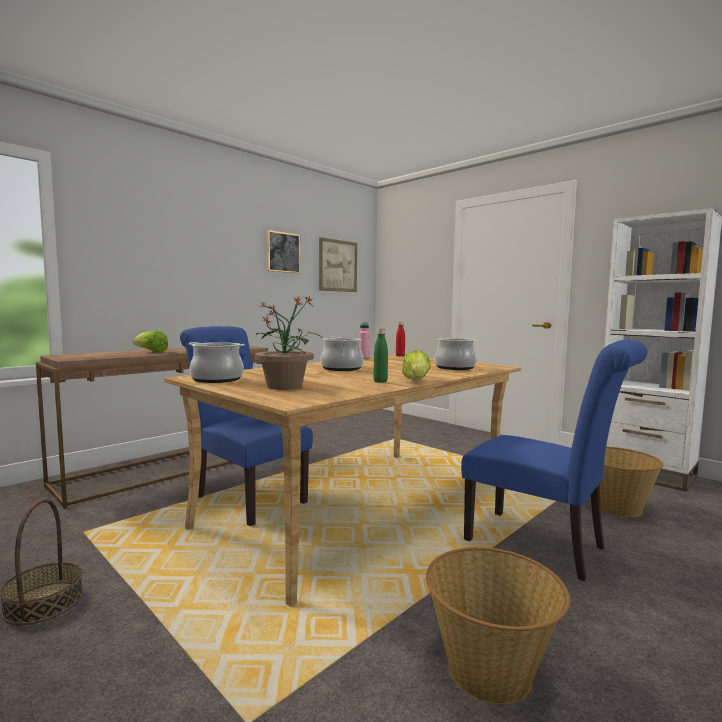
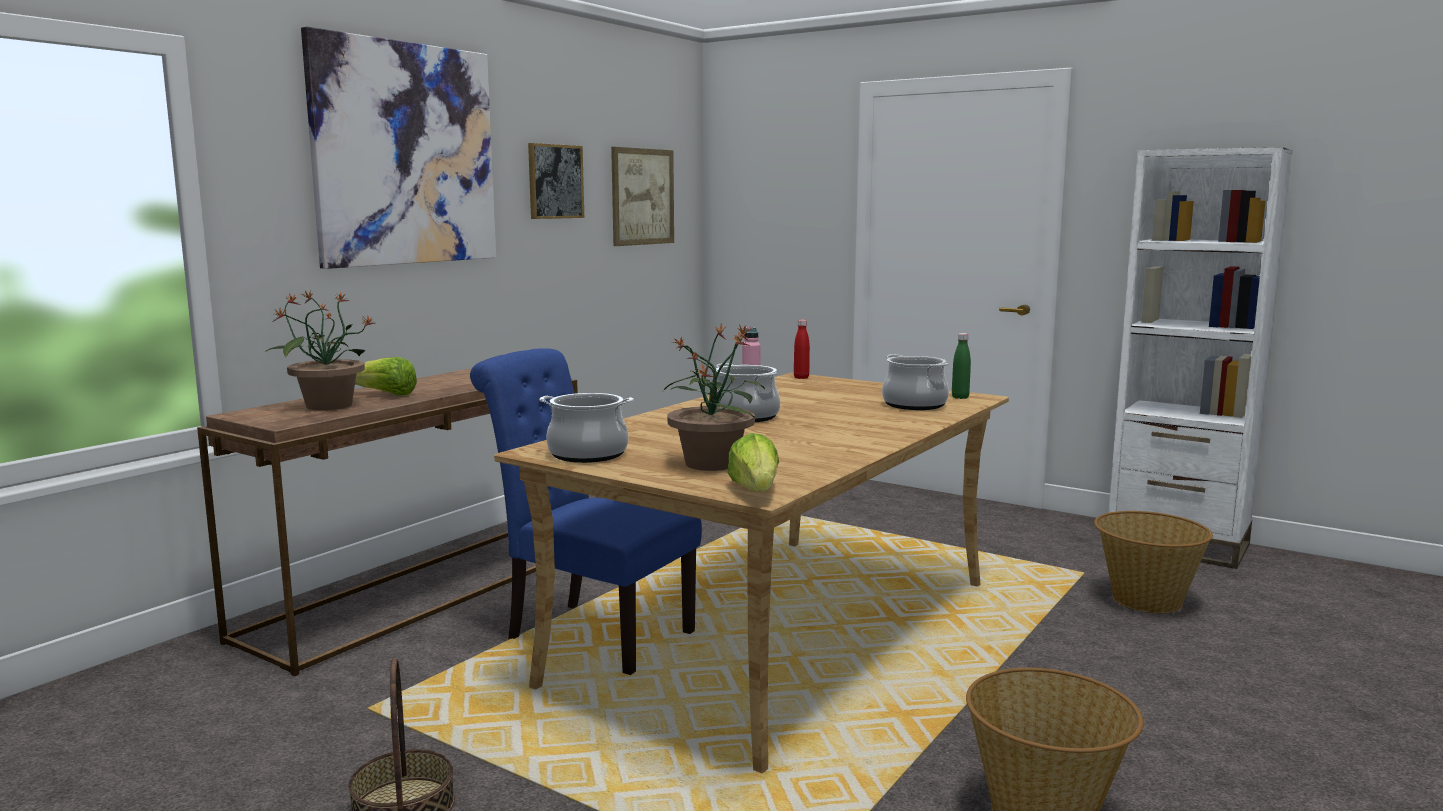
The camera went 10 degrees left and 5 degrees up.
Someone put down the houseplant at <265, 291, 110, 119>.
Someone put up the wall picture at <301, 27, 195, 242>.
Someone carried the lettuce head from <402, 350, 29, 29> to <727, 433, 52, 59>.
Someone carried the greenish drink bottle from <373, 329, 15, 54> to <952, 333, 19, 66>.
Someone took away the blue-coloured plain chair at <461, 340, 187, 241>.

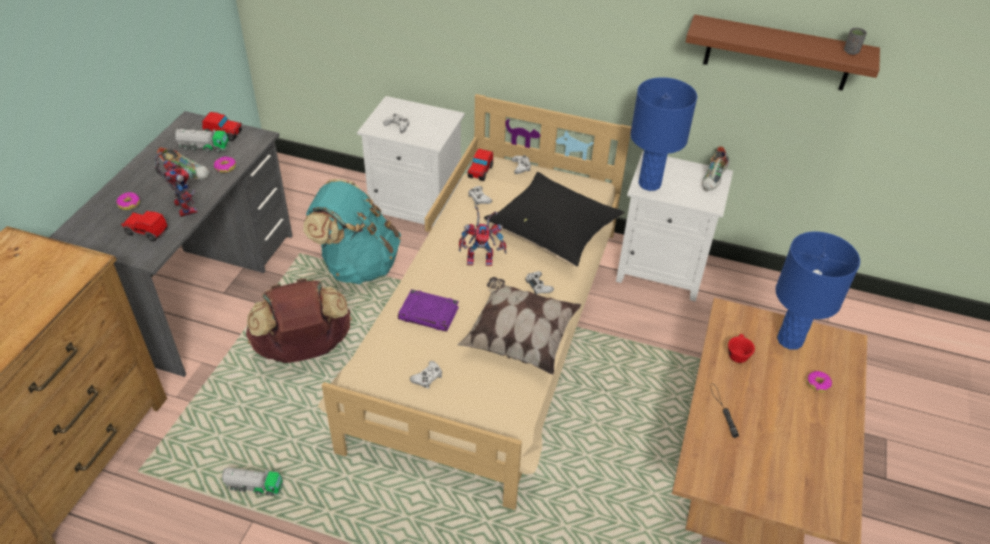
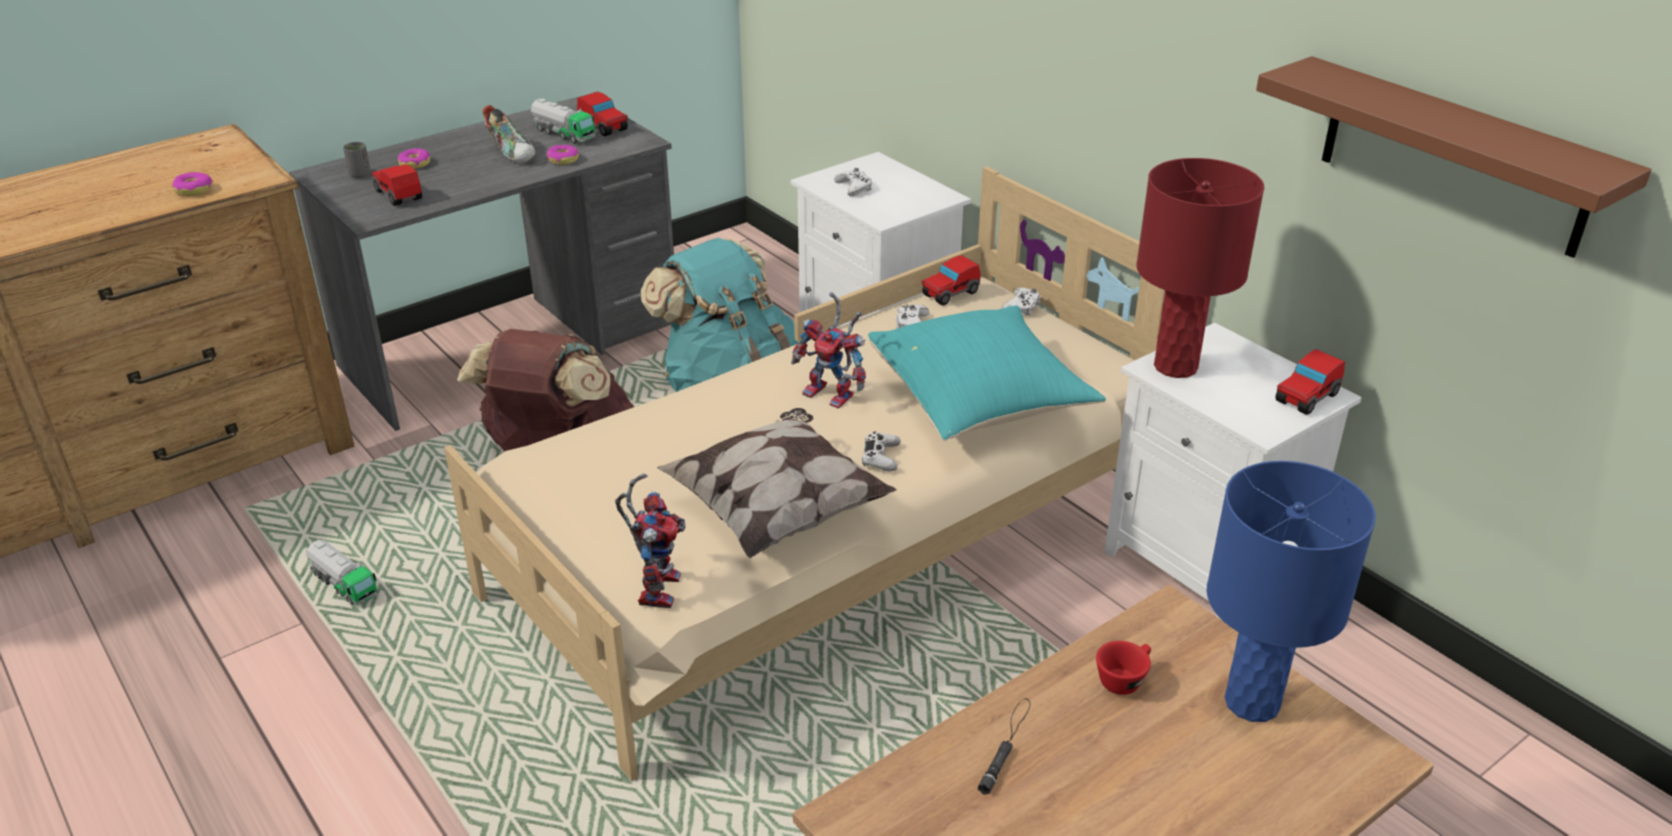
The camera went 35 degrees right and 10 degrees down.
Someone carried the doughnut from <807, 371, 25, 21> to <172, 172, 41, 24>.
Someone carried the grey cup from <844, 28, 23, 27> to <343, 142, 28, 36>.
Someone carried the toy robot from <155, 152, 43, 65> to <615, 474, 71, 134>.
Someone repainted the black cushion at <484, 172, 141, 95>, which became the blue-green cushion at <868, 305, 238, 136>.
Someone repainted the blue-coloured tabletop lamp at <630, 77, 67, 114>, which became the reddish tabletop lamp at <1136, 158, 128, 220>.
Someone swapped the item of footwear at <702, 146, 28, 45> for the miniature car at <1275, 349, 70, 66>.
Someone took away the purplish volume at <398, 289, 61, 43>.
Someone took away the white-coloured game controller at <410, 361, 32, 27>.

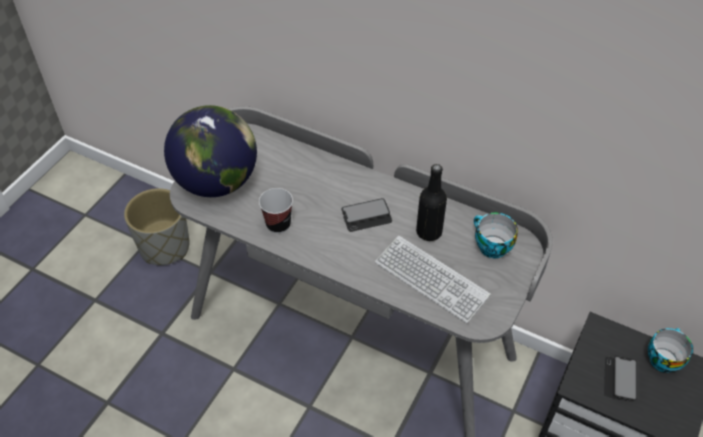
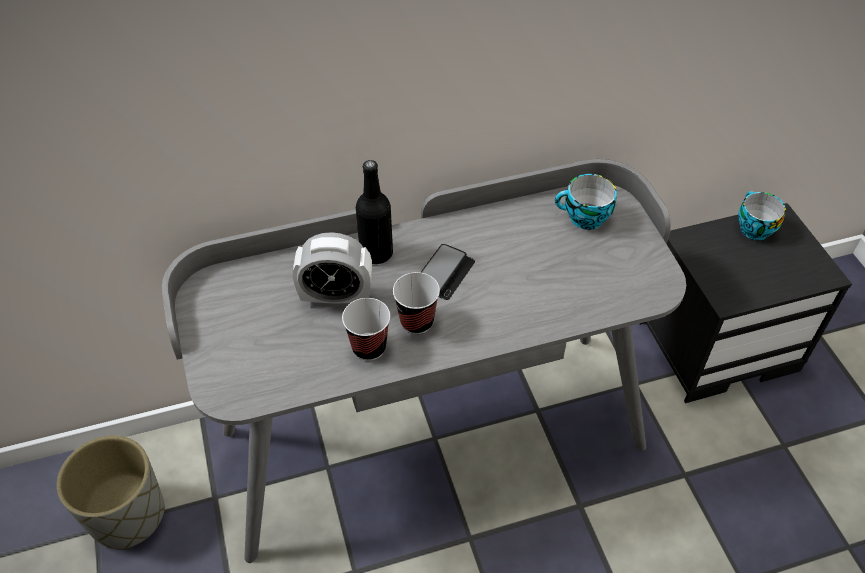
The camera went 45 degrees left and 0 degrees up.
Someone put down the bedside clock at <293, 232, 79, 75>.
Someone carried the black drink bottle from <416, 164, 31, 77> to <356, 160, 37, 104>.
Someone put down the cup at <393, 272, 47, 62>.
Someone took away the desk globe at <164, 105, 93, 92>.
Someone took away the PC keyboard at <375, 236, 116, 87>.
Someone took away the handset at <604, 356, 33, 45>.

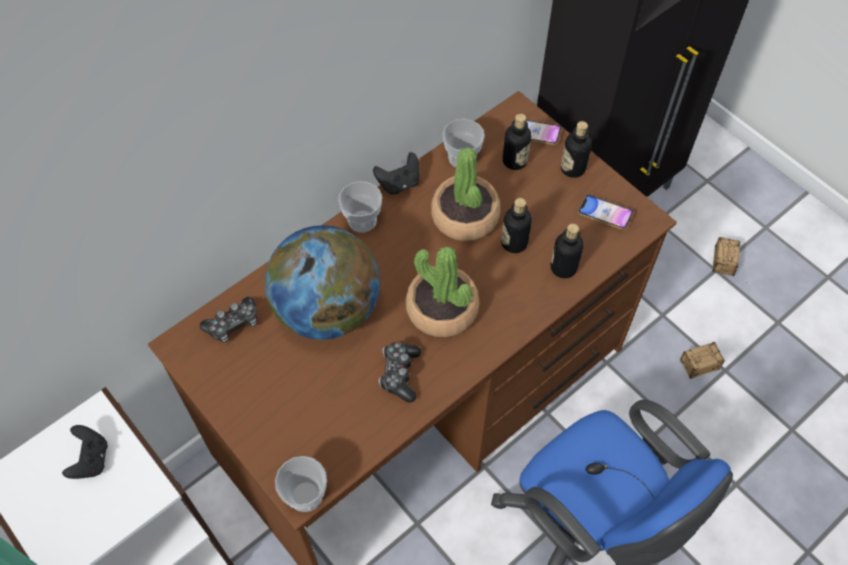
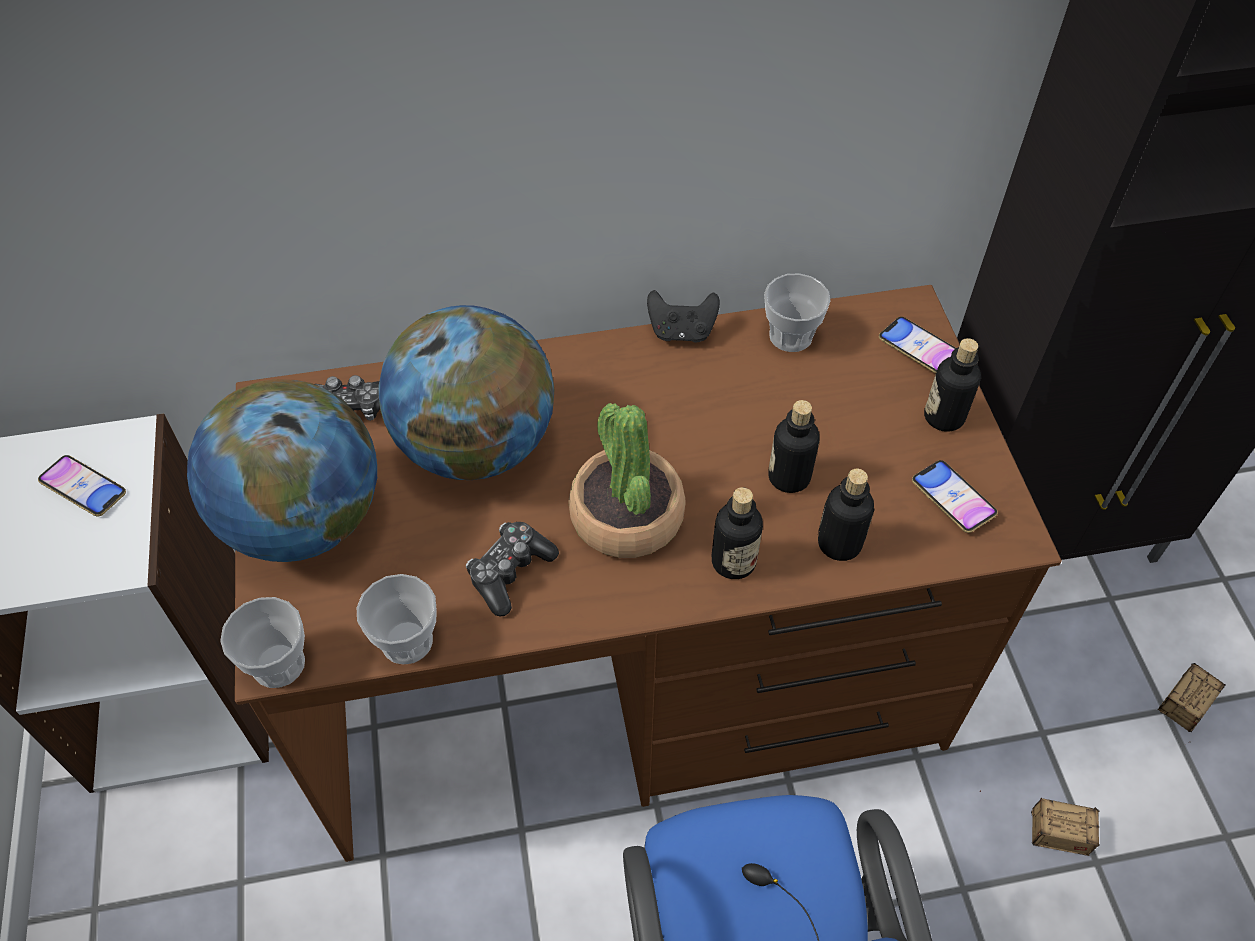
The camera went 30 degrees right and 5 degrees down.
Someone swapped the black game controller at <62, 425, 46, 54> for the handset at <38, 455, 88, 61>.
Someone put down the desk globe at <187, 379, 190, 183>.
Someone carried the cup from <338, 181, 44, 52> to <357, 574, 80, 90>.
Someone carried the drink bottle from <503, 114, 28, 56> to <712, 487, 51, 92>.
Someone took away the houseplant at <431, 147, 69, 94>.

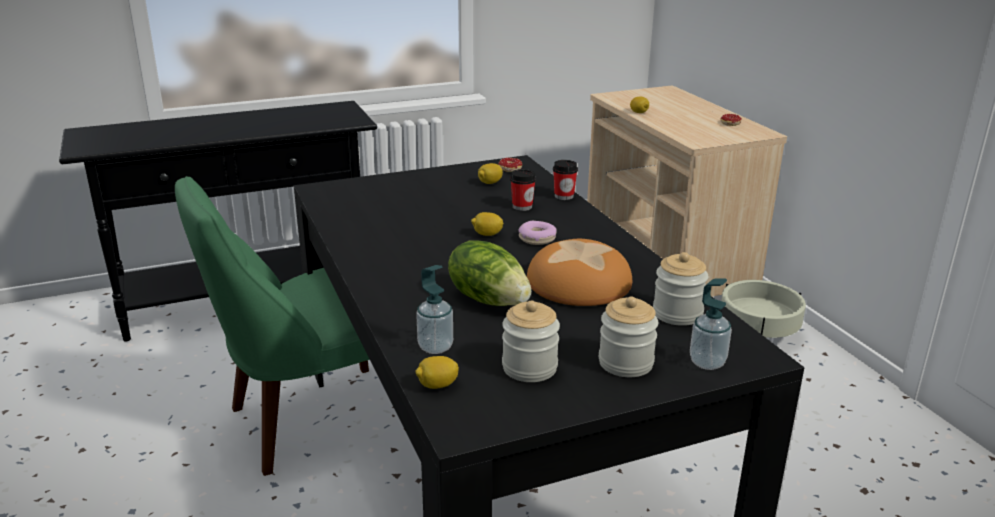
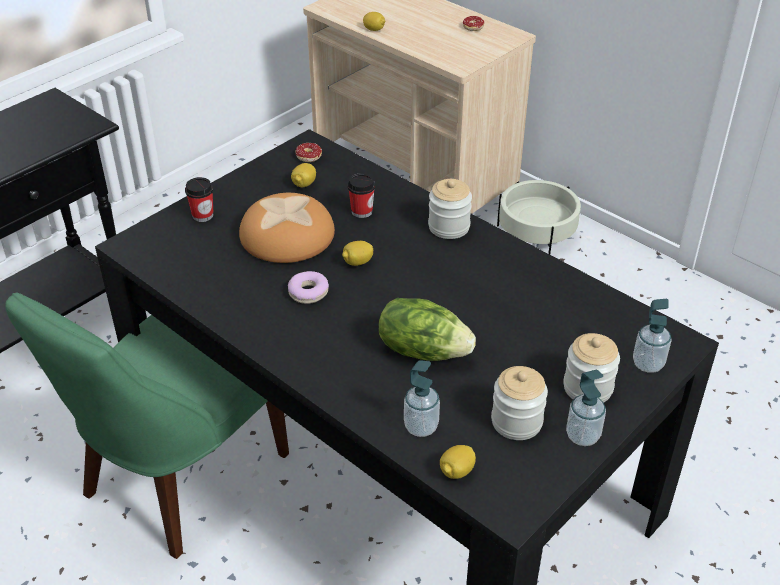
The camera went 25 degrees left and 15 degrees up.
Someone carried the cup from <553, 160, 25, 40> to <185, 177, 28, 45>.
Someone carried the baked bread from <527, 239, 105, 67> to <239, 193, 96, 70>.
Someone carried the doughnut from <519, 221, 38, 24> to <288, 271, 41, 33>.
Someone carried the preserve jar from <653, 252, 56, 74> to <428, 179, 44, 60>.
Someone put down the liquid soap bottle at <566, 369, 40, 77>.

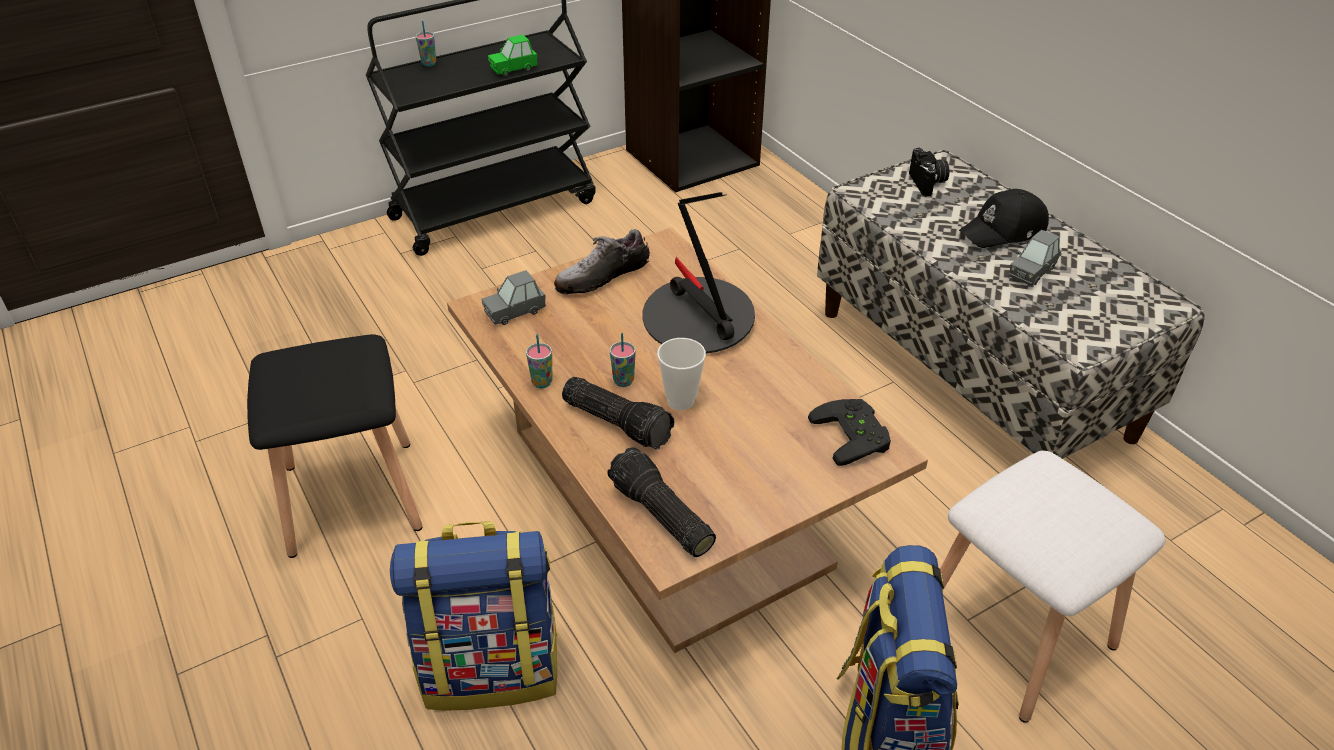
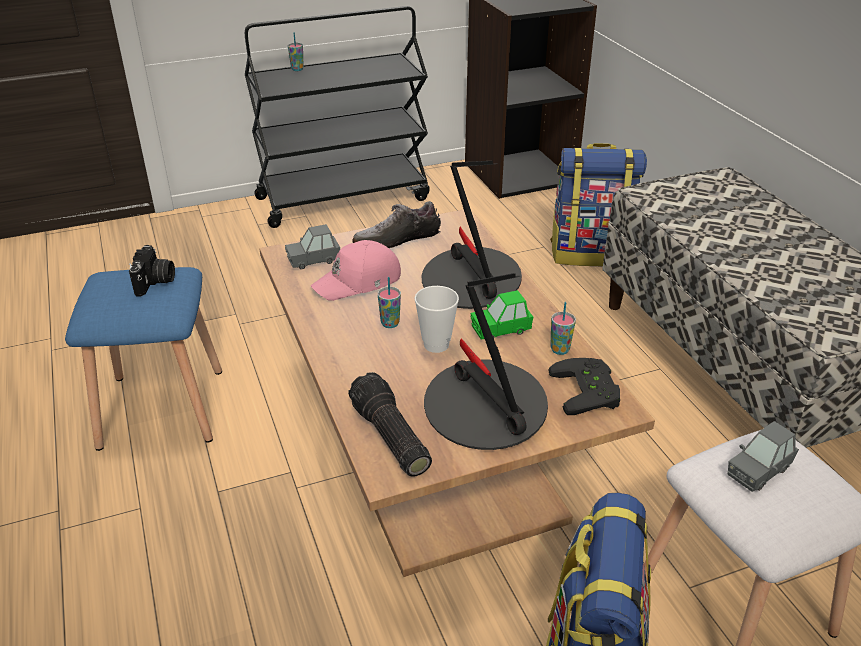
The camera went 10 degrees right and 5 degrees down.
Someone repainted the black stool at <247, 334, 176, 224>, which became the blue-coloured stool at <65, 267, 157, 184>.
Someone carried the still camera from <909, 148, 41, 48> to <129, 245, 46, 52>.
Someone put down the pink cap at <311, 240, 90, 61>.
Someone put down the tabletop lamp at <424, 273, 124, 177>.
Someone carried the greenish miniature car from <488, 35, 50, 41> to <471, 290, 62, 49>.
Someone carried the backpack from <390, 521, 168, 190> to <550, 143, 97, 123>.
Someone carried the cup from <526, 334, 27, 54> to <550, 302, 26, 53>.
Someone carried the grey miniature car from <1009, 230, 53, 56> to <727, 421, 72, 71>.
Someone took away the torch at <562, 377, 112, 72>.
Someone took away the black cap at <959, 189, 90, 59>.

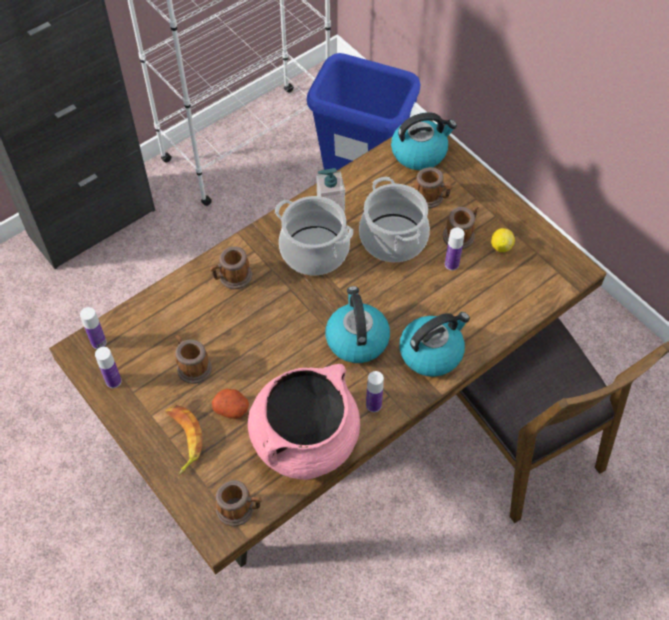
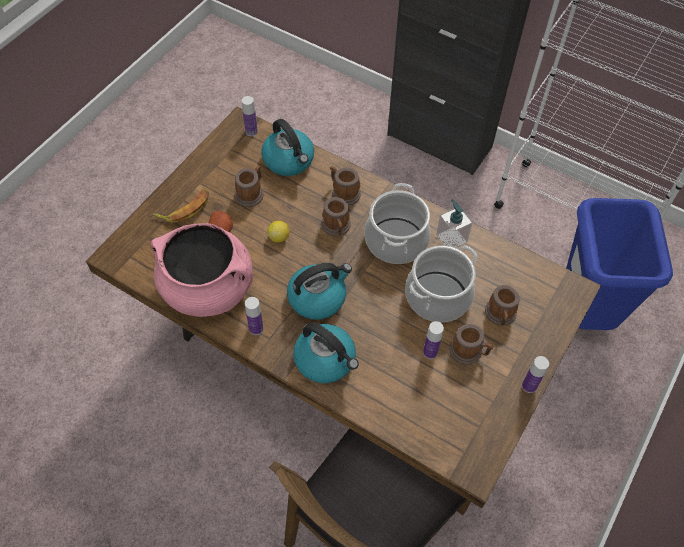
The camera went 70 degrees right and 0 degrees up.
Someone carried the tea kettle from <391, 112, 66, 58> to <261, 119, 53, 57>.
Someone carried the citrus fruit from <491, 228, 24, 24> to <267, 221, 23, 22>.
Someone carried the tea mug from <216, 480, 46, 46> to <321, 197, 30, 39>.
Someone carried the drink bottle from <95, 347, 26, 41> to <522, 356, 27, 37>.

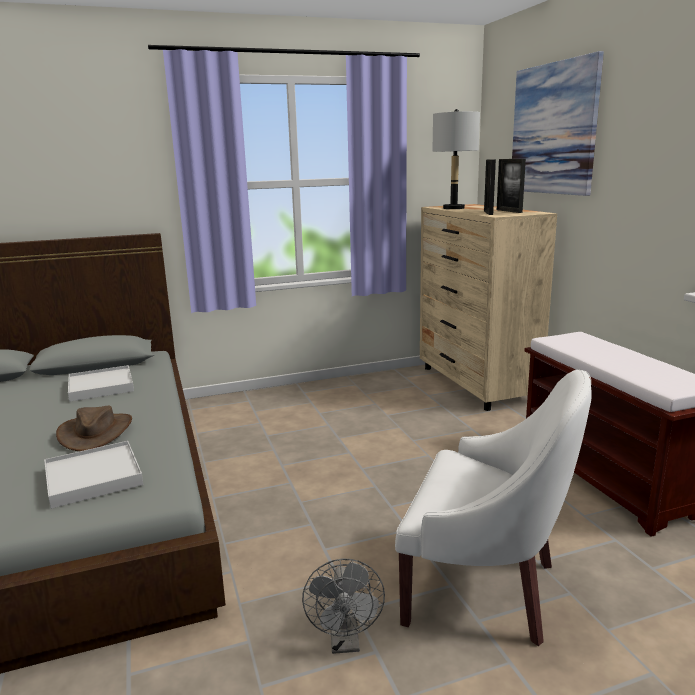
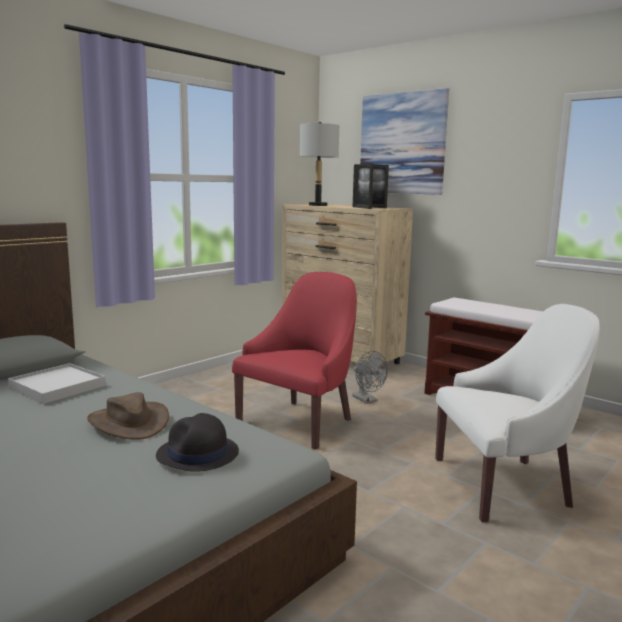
The camera went 30 degrees left and 5 degrees down.
Someone swapped the white-coloured carrying tray at <44, 441, 100, 68> for the black clothing hat at <156, 413, 83, 59>.
Someone put down the reddish lounge chair at <232, 272, 125, 178>.
Someone carried the grey cooling fan from <302, 558, 83, 96> to <352, 351, 36, 53>.

